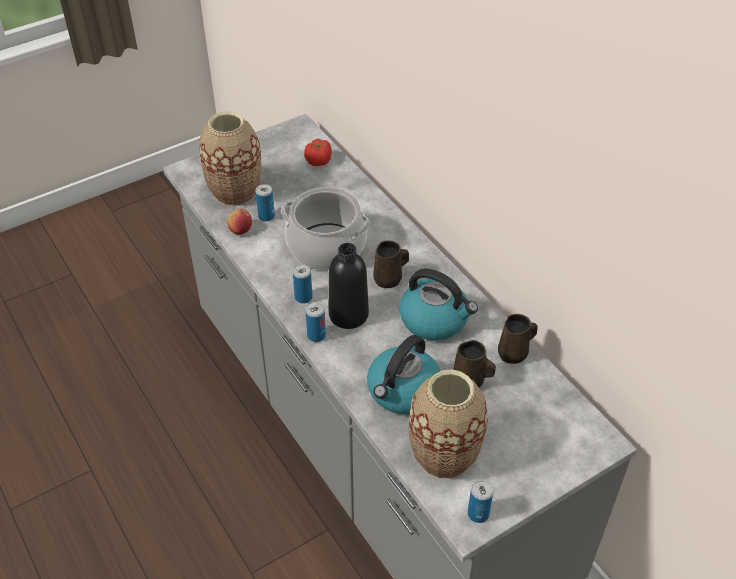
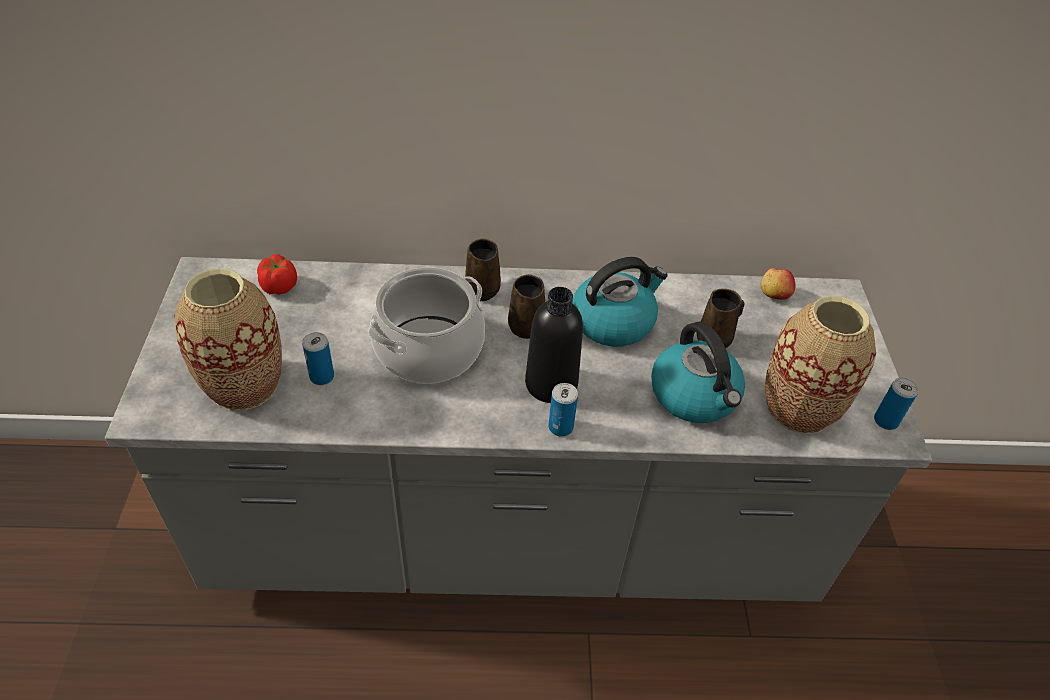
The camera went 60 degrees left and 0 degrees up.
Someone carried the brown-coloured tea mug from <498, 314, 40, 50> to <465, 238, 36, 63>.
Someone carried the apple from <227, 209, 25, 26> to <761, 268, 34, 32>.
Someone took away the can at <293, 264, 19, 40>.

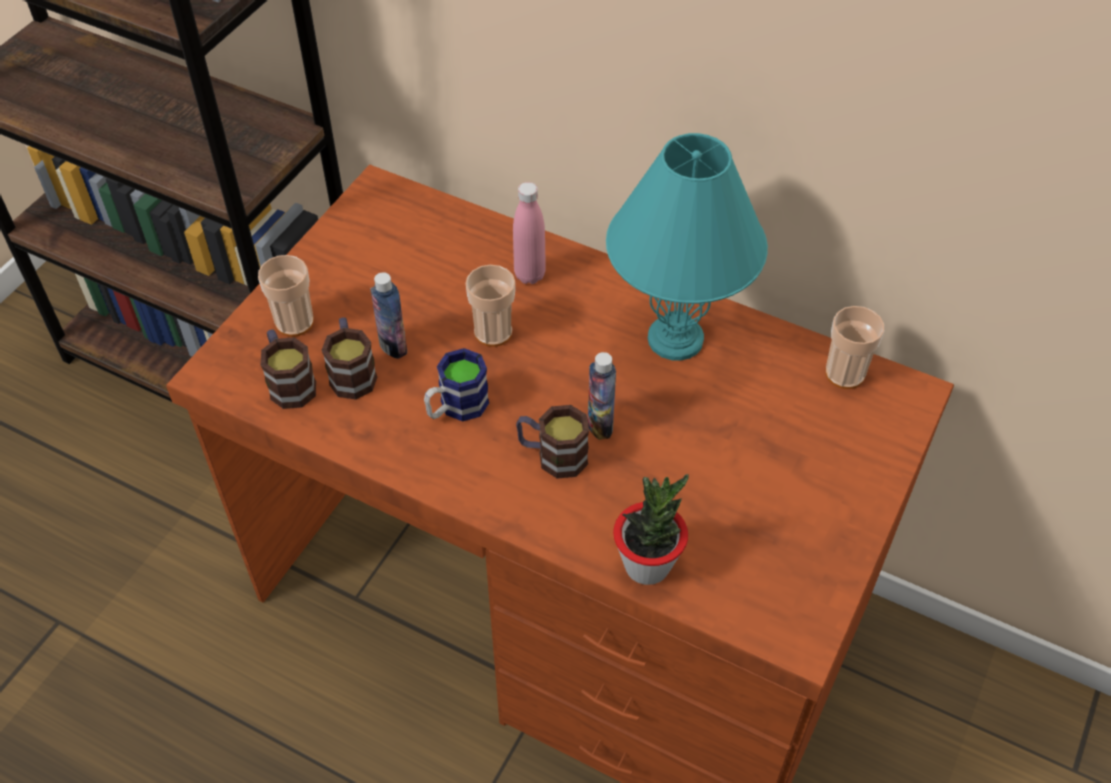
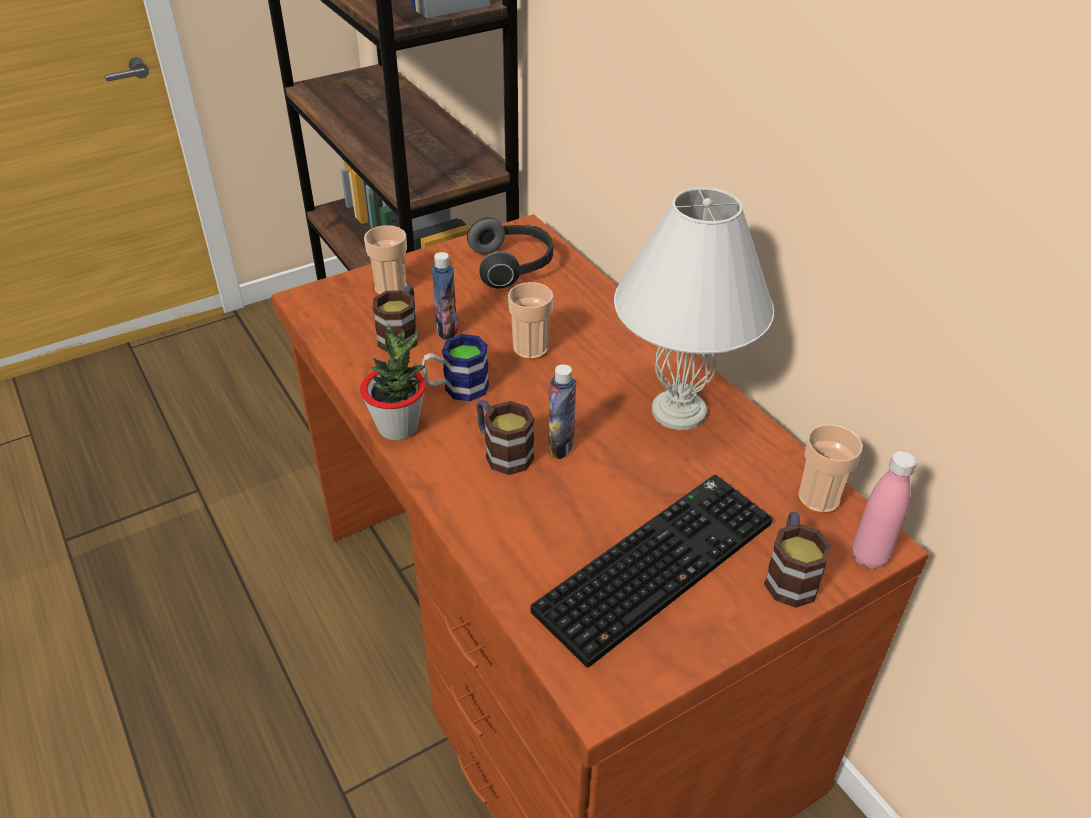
The camera went 30 degrees right and 10 degrees down.
Someone carried the houseplant from <613, 474, 76, 111> to <360, 324, 66, 116>.
Someone put down the pair of headphones at <467, 217, 86, 72>.
Someone put down the PC keyboard at <530, 475, 243, 193>.
Someone repainted the blue-green tabletop lamp at <606, 133, 162, 228>, which became the white-coloured tabletop lamp at <614, 187, 160, 243>.
Someone carried the tea mug from <260, 329, 56, 80> to <764, 512, 68, 96>.
Someone carried the pink drink bottle from <513, 182, 33, 102> to <852, 451, 65, 118>.

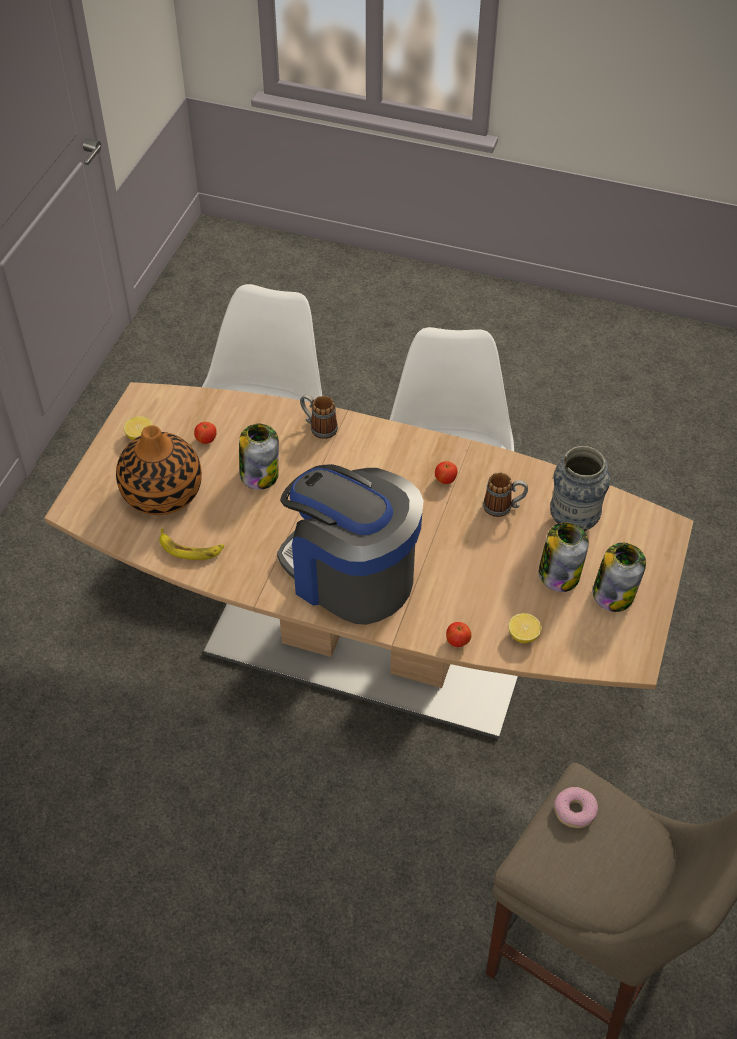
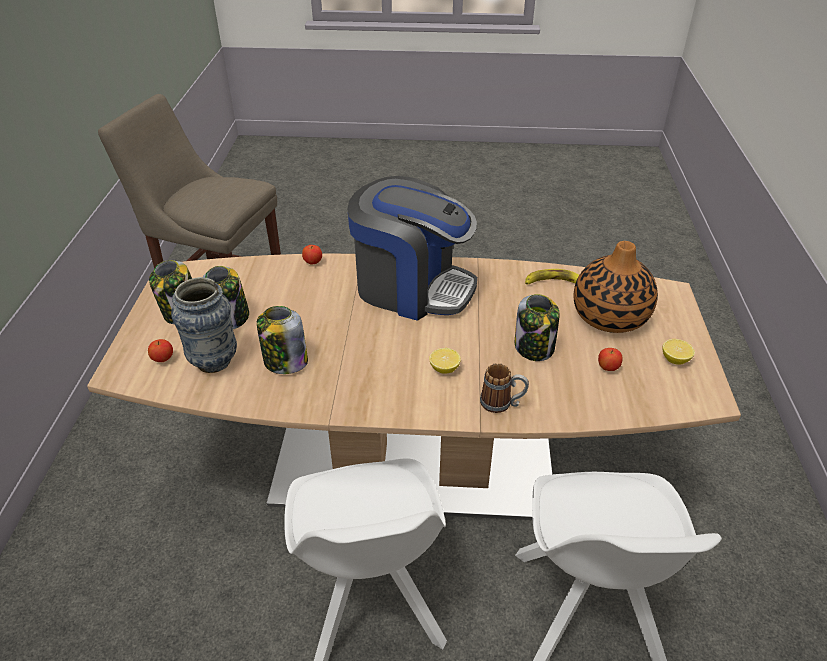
The camera went 165 degrees right and 10 degrees down.
Someone carried the apple from <435, 461, 23, 23> to <148, 339, 25, 23>.
Someone swapped the tea mug at <483, 472, 45, 45> for the preserve jar at <257, 306, 51, 68>.
Someone carried the citrus fruit from <509, 613, 33, 30> to <429, 348, 32, 26>.
Someone took away the doughnut at <554, 787, 44, 41>.

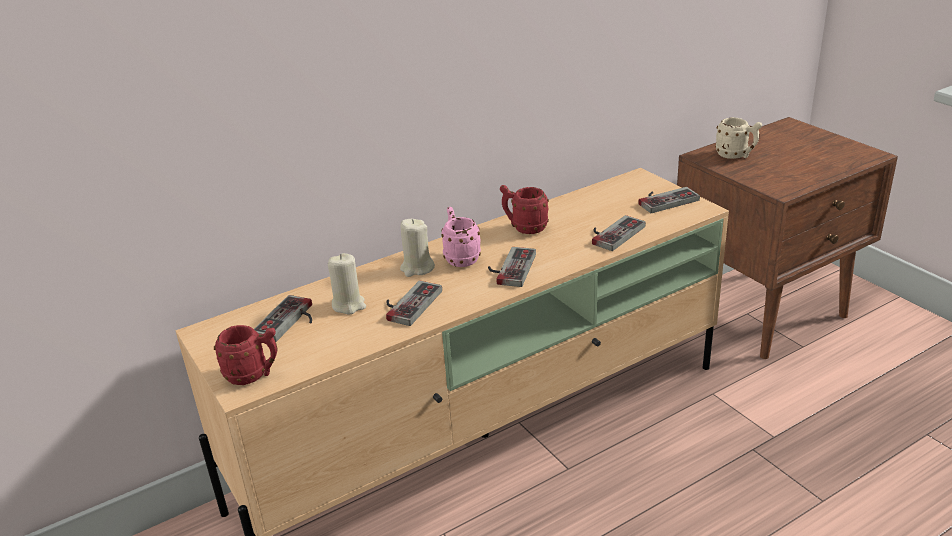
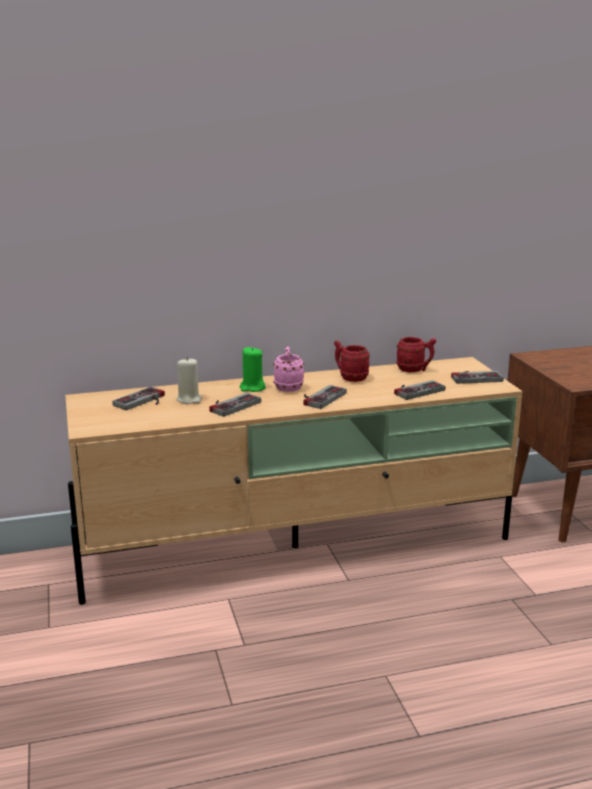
The camera went 15 degrees right and 10 degrees down.
Someone repainted the sand-coloured wax candle at <400, 219, 35, 58>, which became the greenish wax candle at <240, 347, 26, 45>.
Someone carried the reddish tea mug from <214, 325, 63, 60> to <396, 337, 40, 35>.
Someone took away the sand-coloured tea mug at <715, 117, 47, 42>.

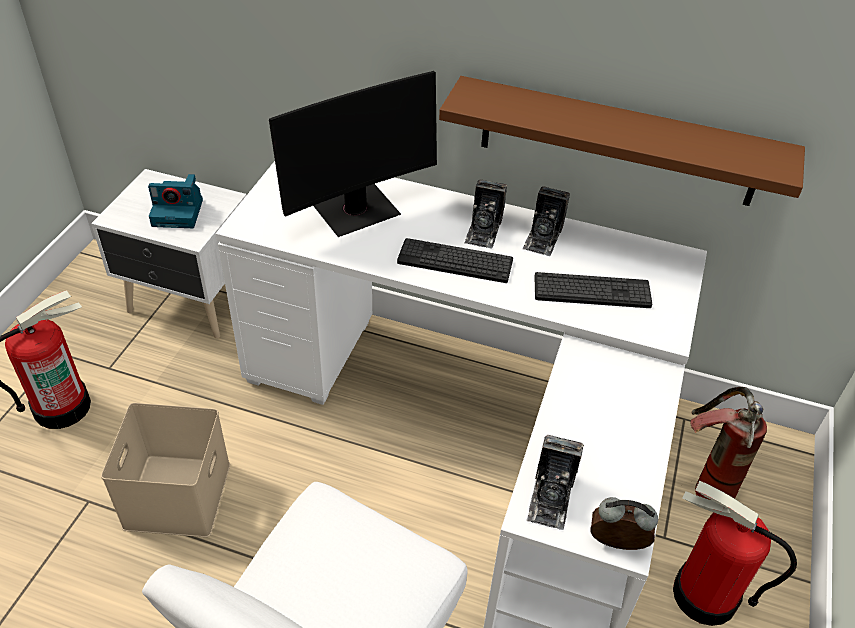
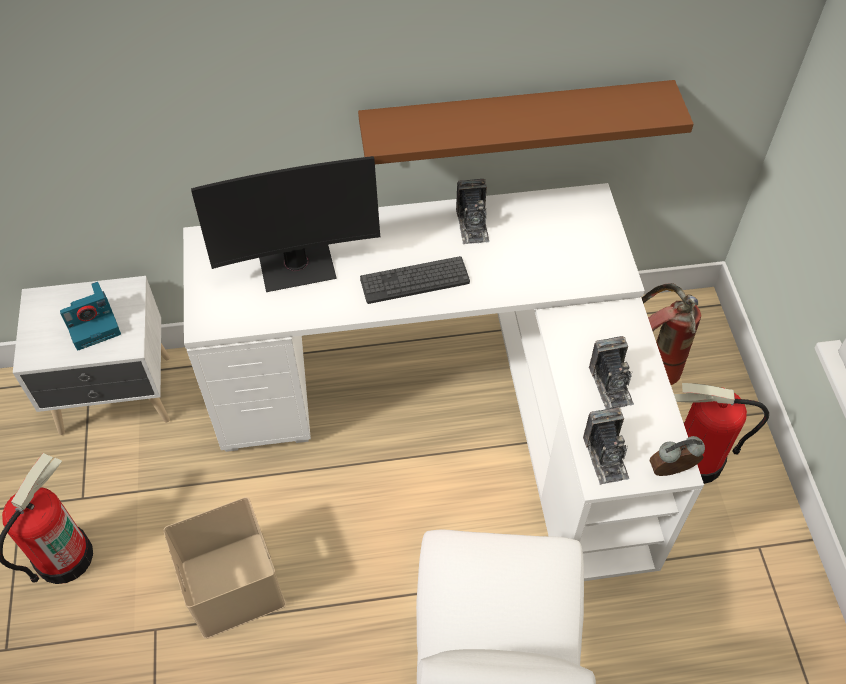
The camera went 25 degrees left and 10 degrees up.
Someone rotated the monitor at <269, 71, 168, 166> by 45 degrees clockwise.
Someone carried the still camera from <464, 180, 43, 68> to <589, 336, 45, 73>.
Someone took away the PC keyboard at <534, 272, 118, 36>.

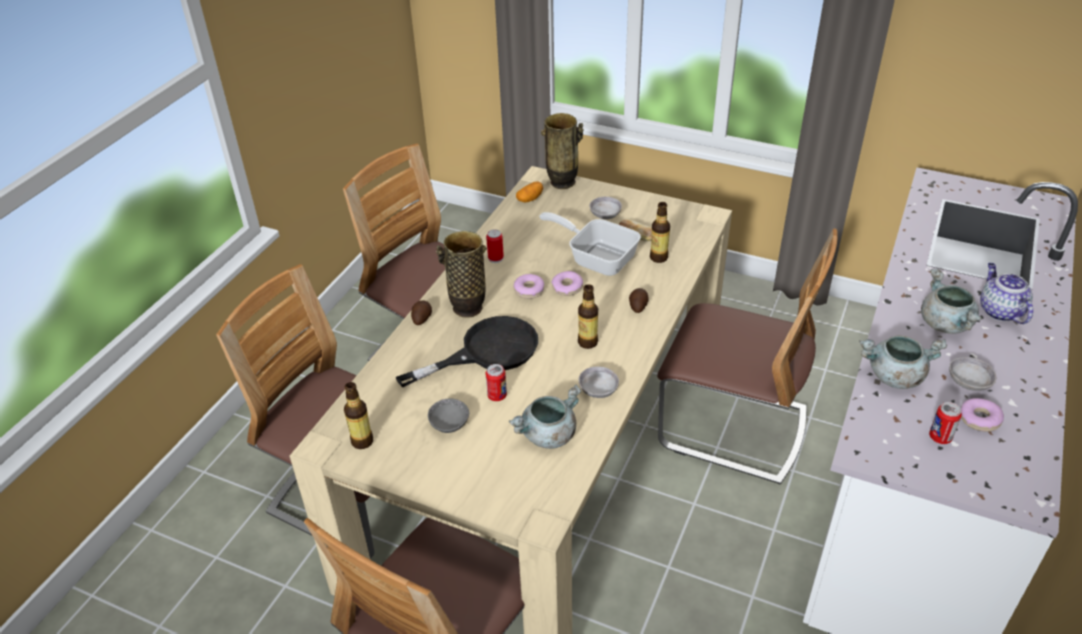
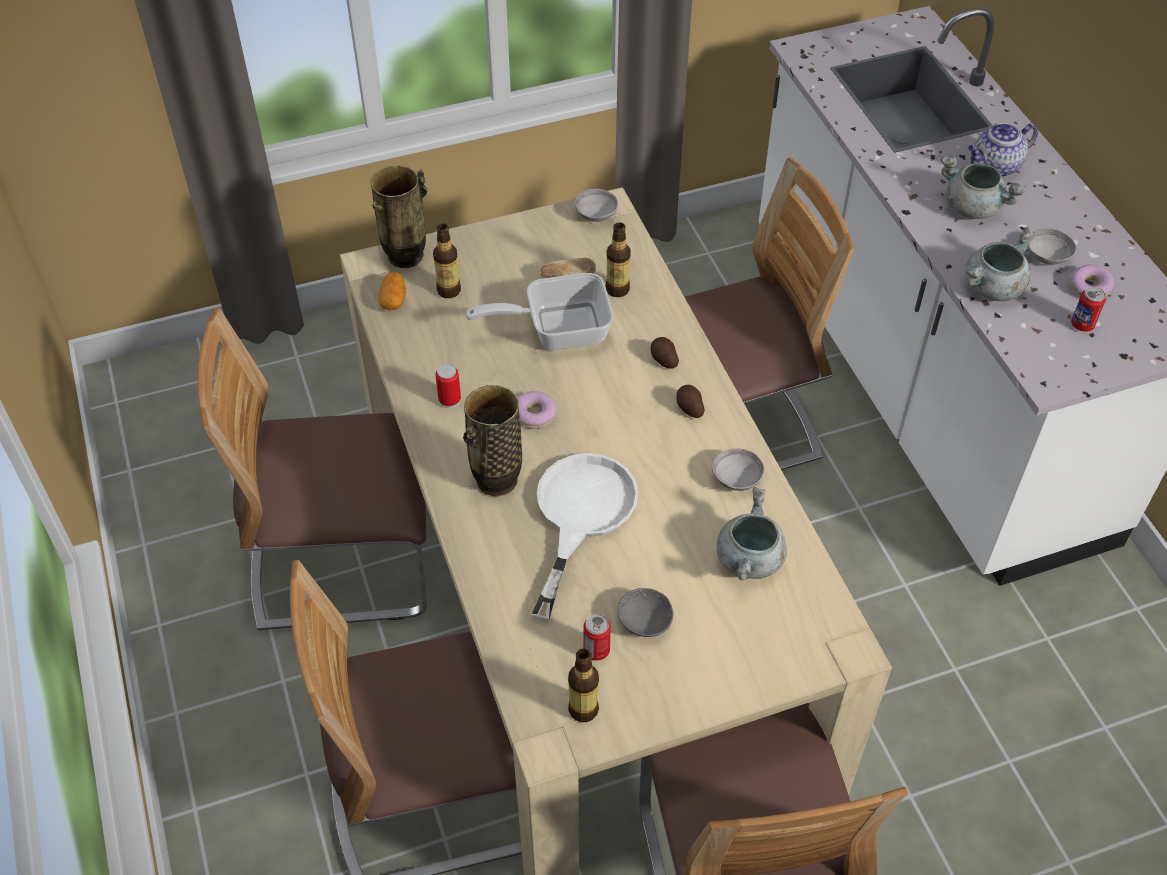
The camera went 45 degrees left and 10 degrees up.
Someone carried the drink bottle from <578, 284, 20, 65> to <433, 223, 28, 75>.
Someone repainted the black frying pan at <396, 316, 142, 71>, which became the white-coloured frying pan at <532, 453, 107, 167>.
Someone carried the grey bowl from <589, 197, 33, 22> to <574, 189, 44, 33>.
Someone carried the can from <486, 364, 21, 37> to <583, 614, 28, 47>.
Someone carried the potato from <411, 300, 21, 25> to <676, 385, 29, 33>.
Someone rotated the tea pot at <980, 263, 53, 61> by 60 degrees counterclockwise.
Someone took away the doughnut at <552, 271, 31, 25>.

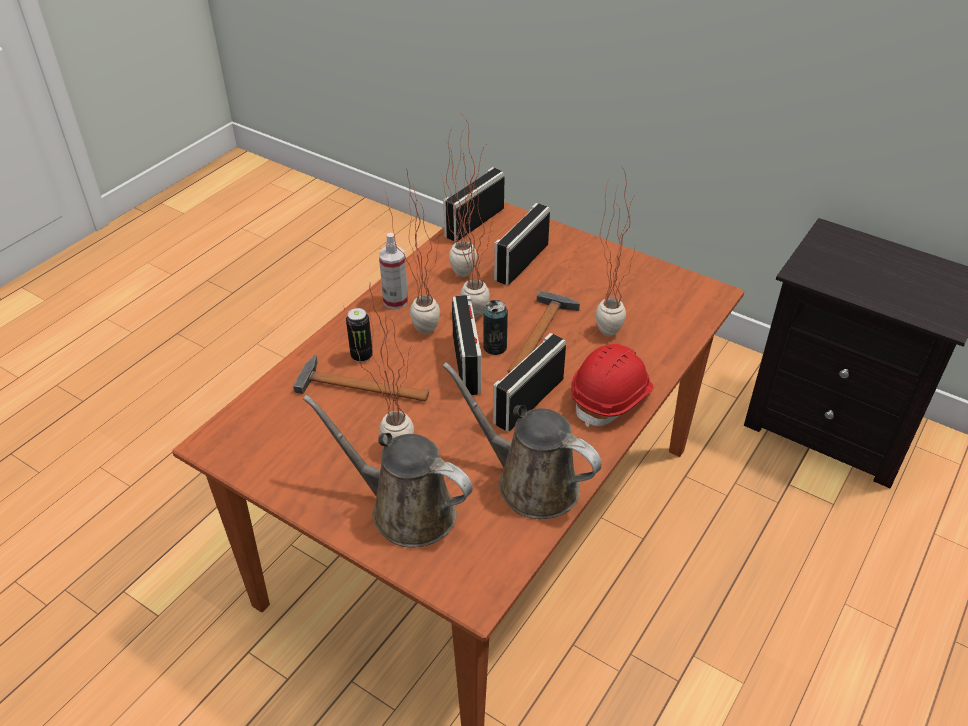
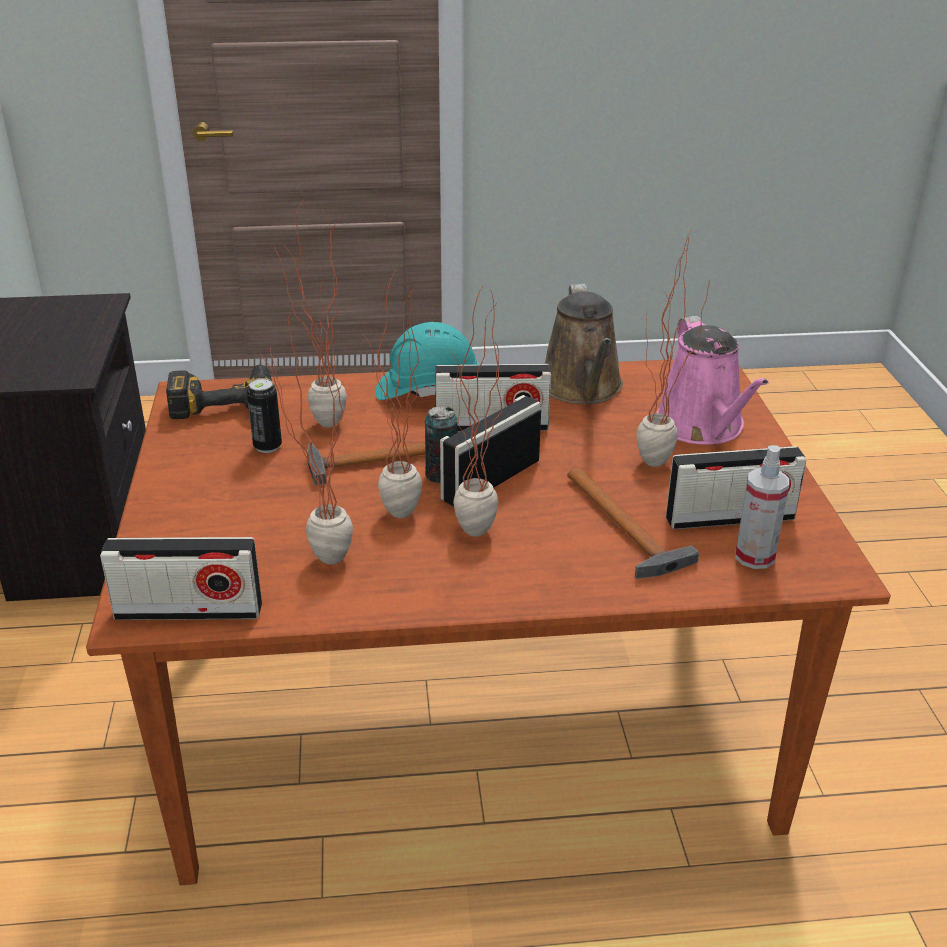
The camera went 130 degrees left and 10 degrees down.
Someone put down the electric drill at <166, 365, 109, 54>.
Someone carried the can from <346, 308, 26, 54> to <247, 379, 35, 74>.
Someone repainted the reddish hard hat at <571, 344, 83, 83>, which became the blue-green hard hat at <375, 322, 104, 78>.
Someone repainted the brown-coloured watering can at <303, 395, 170, 152>, which became the pink watering can at <657, 316, 112, 129>.
Someone carried the radio receiver from <494, 203, 56, 82> to <666, 446, 141, 83>.
Someone carried the hand sprayer from <379, 233, 29, 77> to <735, 445, 54, 124>.

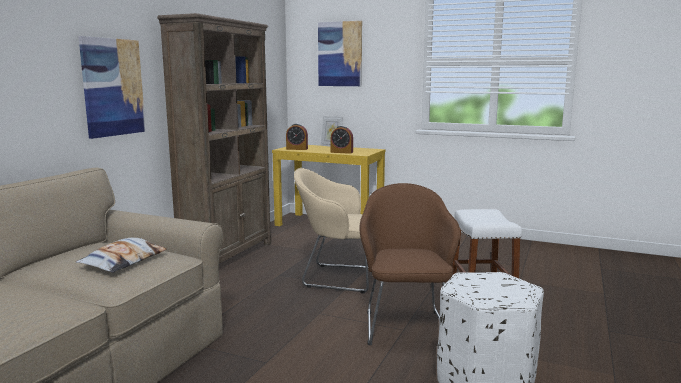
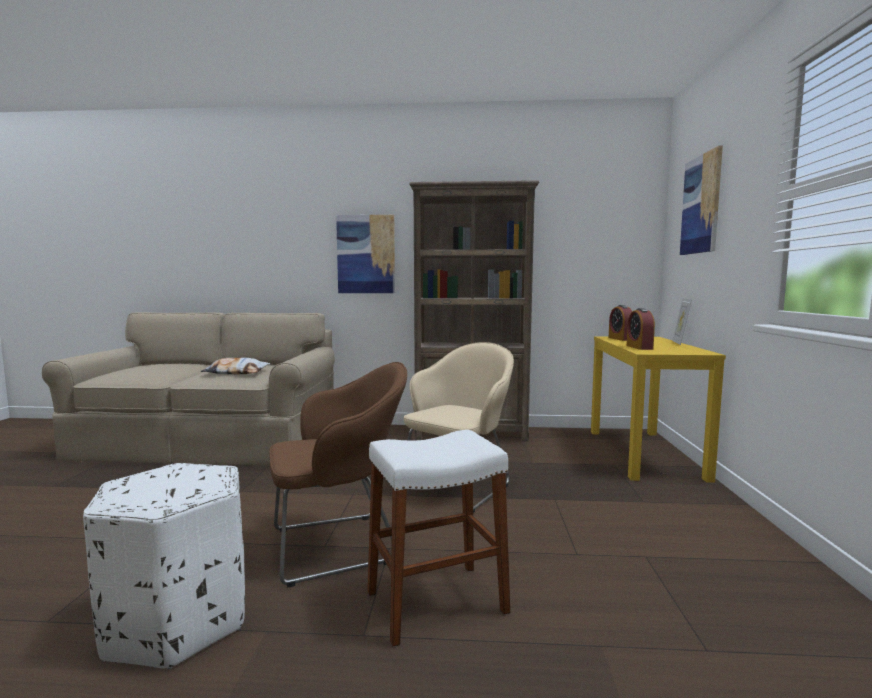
The camera went 70 degrees right and 5 degrees down.
Someone rotated the sand-coloured lounge chair at <294, 168, 75, 125> by 45 degrees clockwise.

